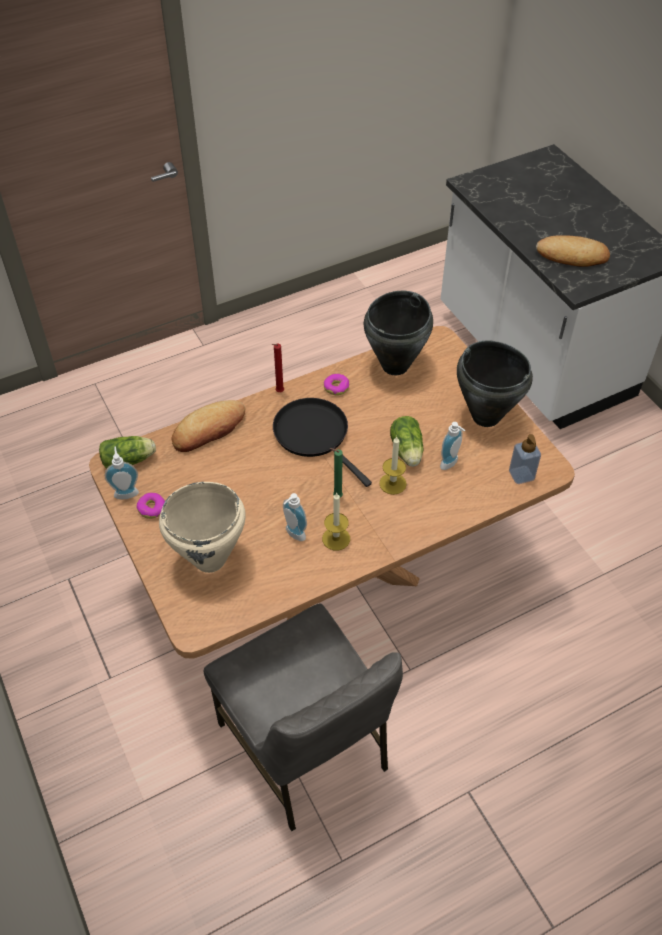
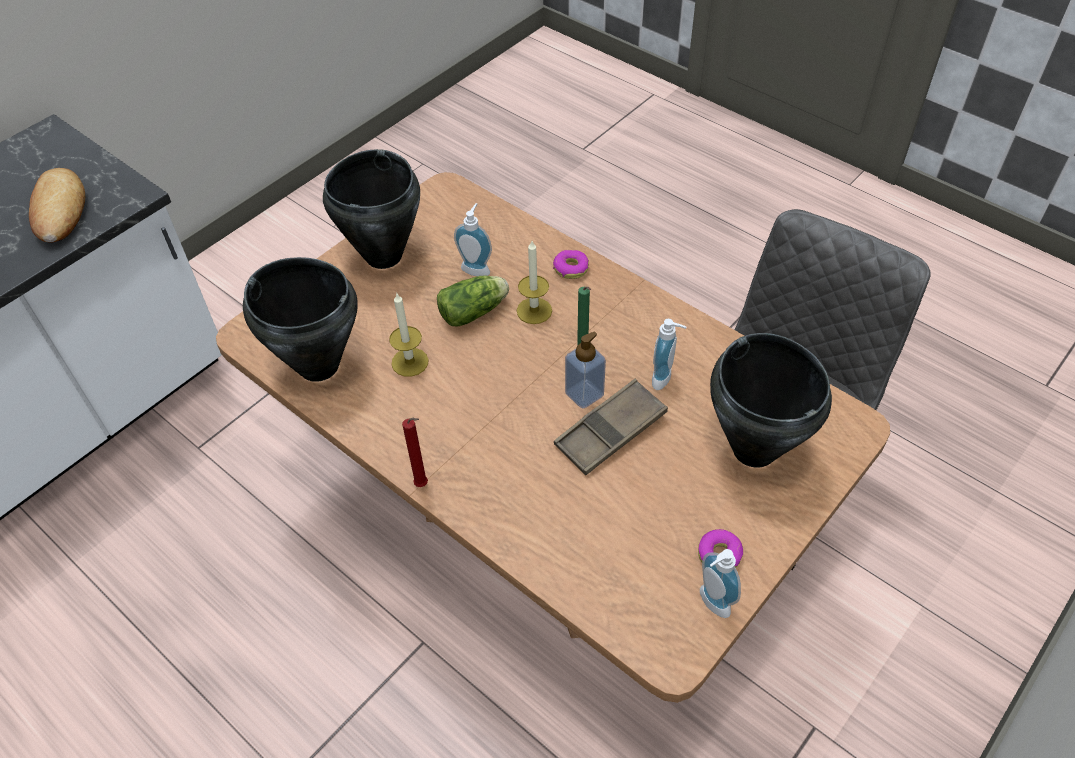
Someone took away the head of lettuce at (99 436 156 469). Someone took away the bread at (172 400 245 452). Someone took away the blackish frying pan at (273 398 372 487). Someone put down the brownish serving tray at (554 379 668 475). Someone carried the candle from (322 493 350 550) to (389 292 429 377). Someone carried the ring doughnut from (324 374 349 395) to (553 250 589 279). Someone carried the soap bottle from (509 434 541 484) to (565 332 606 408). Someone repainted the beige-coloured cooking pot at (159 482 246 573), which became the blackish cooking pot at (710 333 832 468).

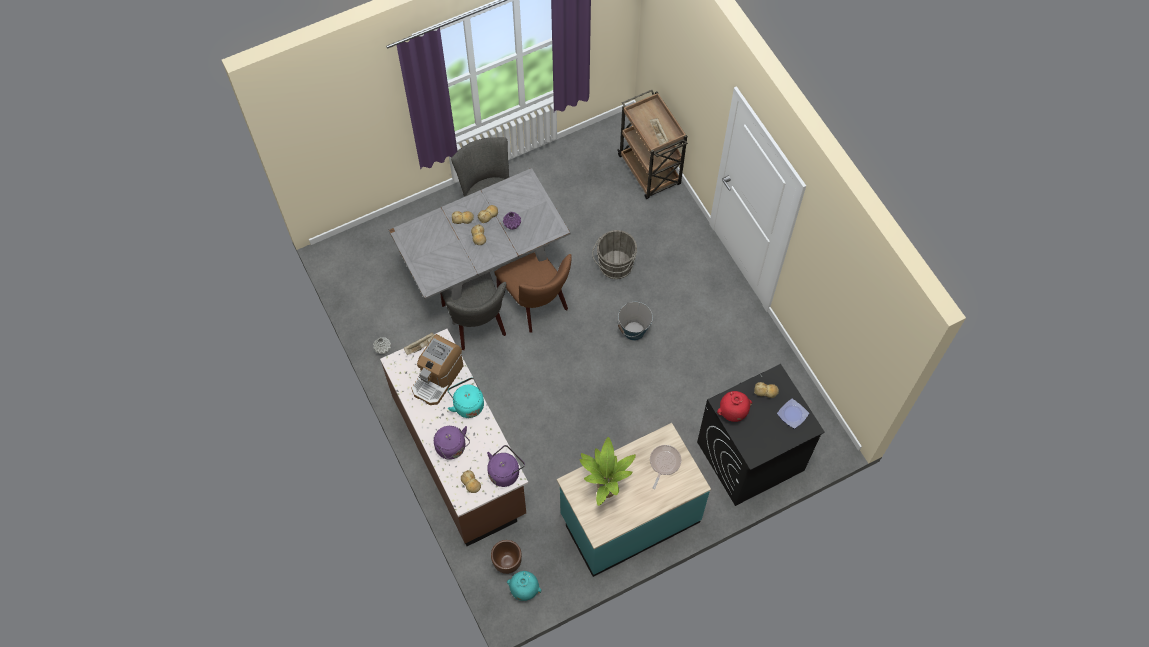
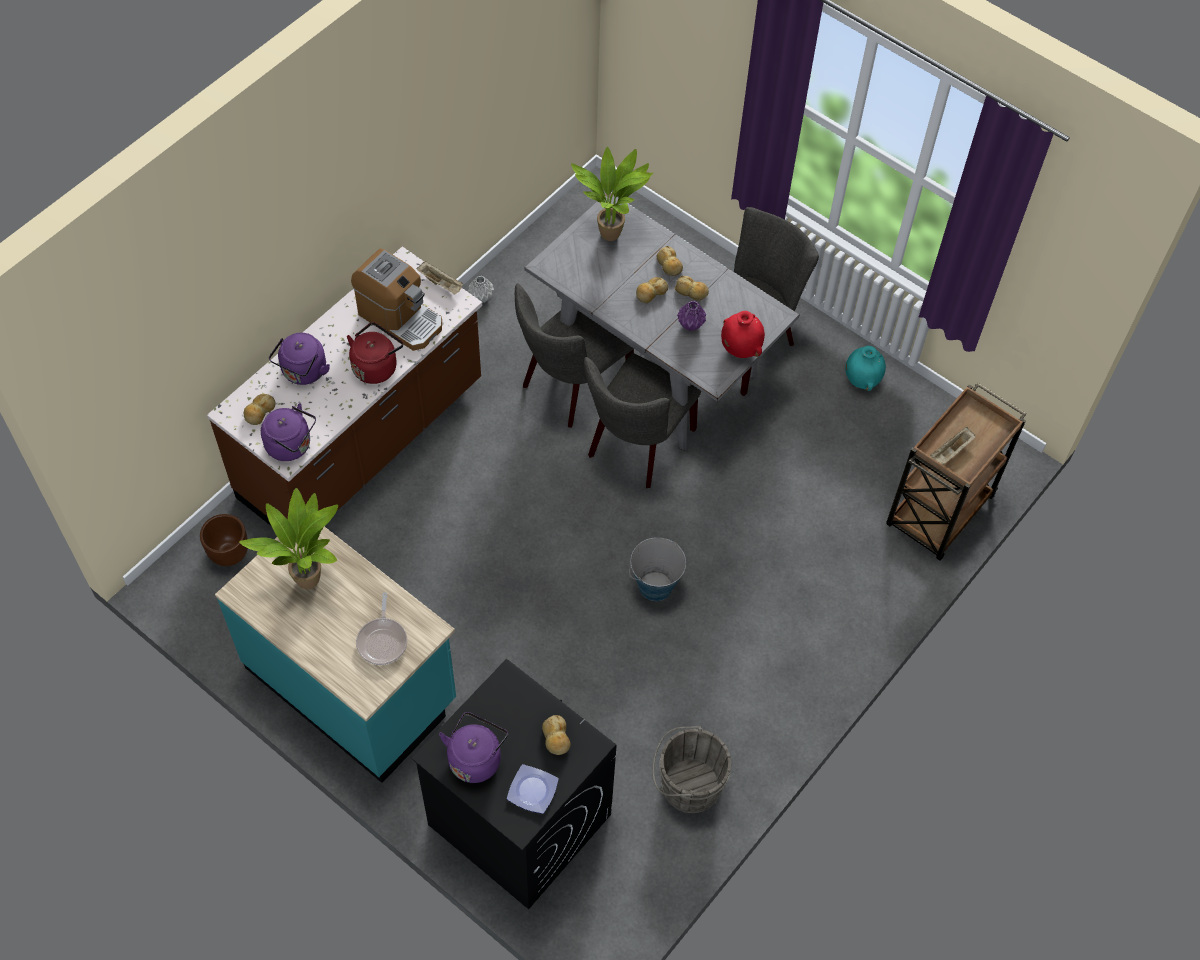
Someone put down the purplish kettle at (439 712 508 783). Someone put down the houseplant at (571 147 653 241). Someone carried the turquoise decorative vase from (507 571 541 601) to (845 346 886 391). Someone carried the gray pail from (592 230 637 279) to (652 726 731 813). Someone carried the reddish decorative vase from (717 391 752 422) to (721 311 765 358). Someone repainted the turquoise kettle at (448 377 484 418), which became the reddish kettle at (347 322 403 384). Someone repainted the brownish upright chair at (495 252 572 333), which became the gray upright chair at (584 353 701 488). Someone rotated the coffee maker at (411 334 463 405) by 150 degrees counterclockwise. Someone rotated the frying pan at (650 445 681 489) by 90 degrees clockwise.

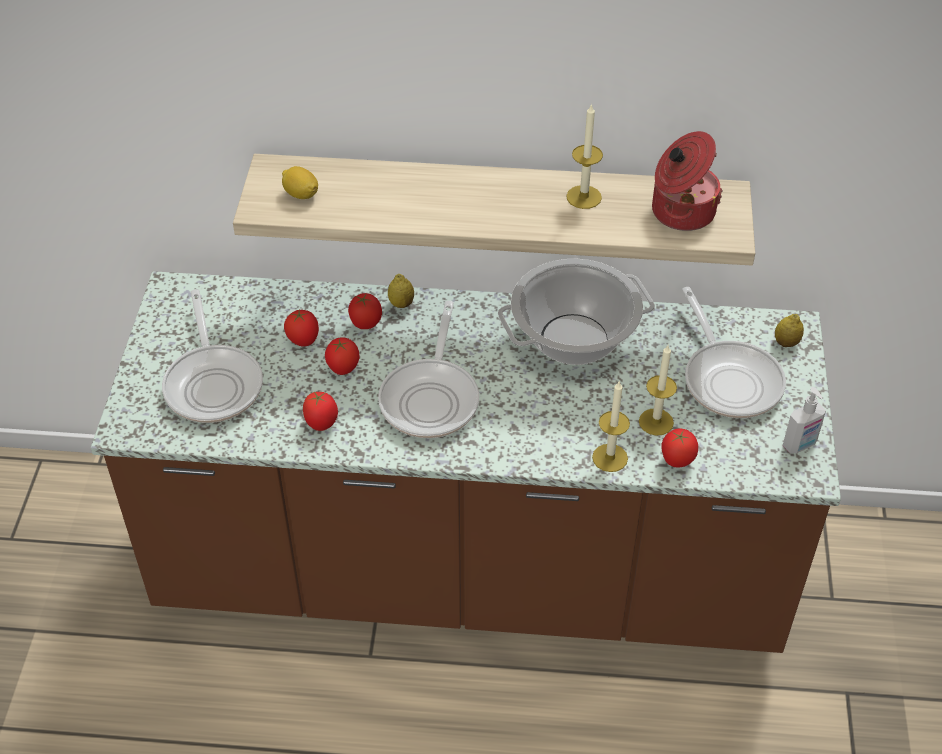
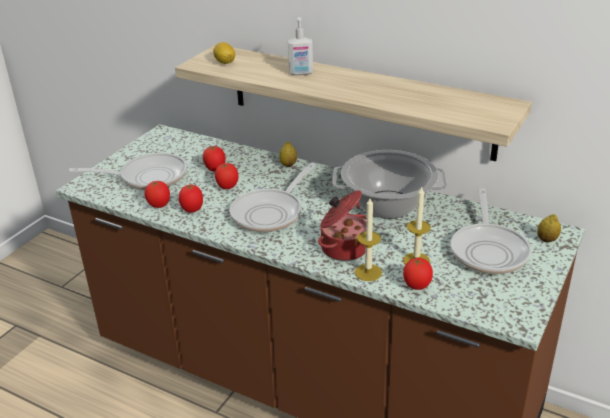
Someone took away the candle at (566 103 603 209). Someone carried the tomato from (348 293 382 329) to (145 181 170 208). Someone carried the cooking pot from (652 131 723 231) to (318 190 367 261). Someone carried the soap bottle from (783 387 826 453) to (288 17 313 75). Someone rotated the frying pan at (162 289 263 423) by 105 degrees counterclockwise.

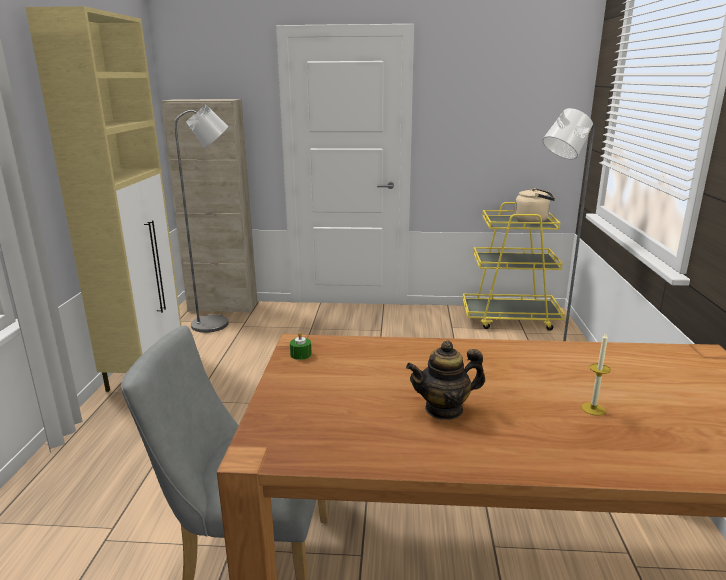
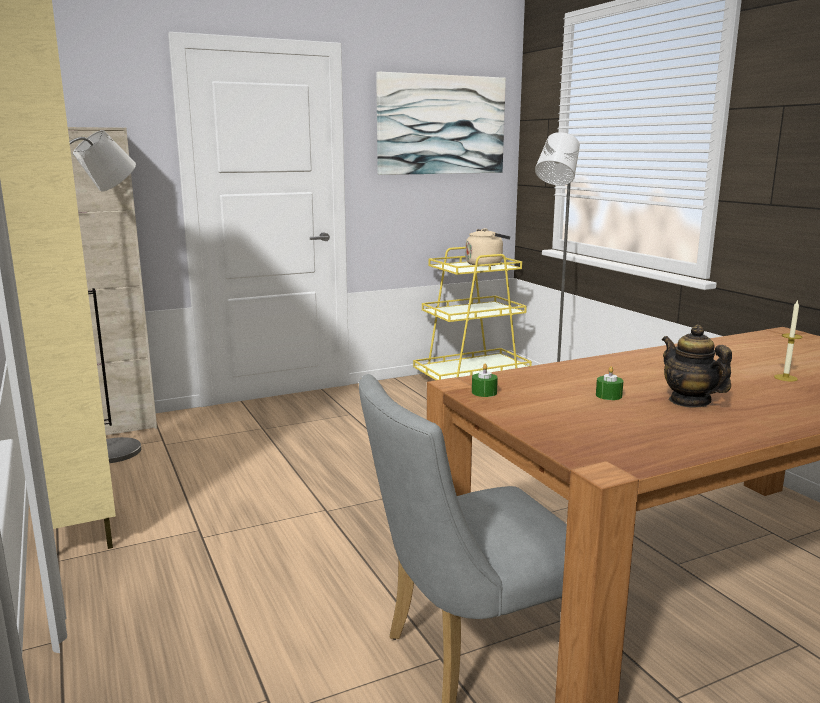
Someone put up the wall picture at (376 72 506 175). Someone put down the green candle at (596 366 624 400). Someone rotated the teapot at (406 341 485 420) by 105 degrees clockwise.

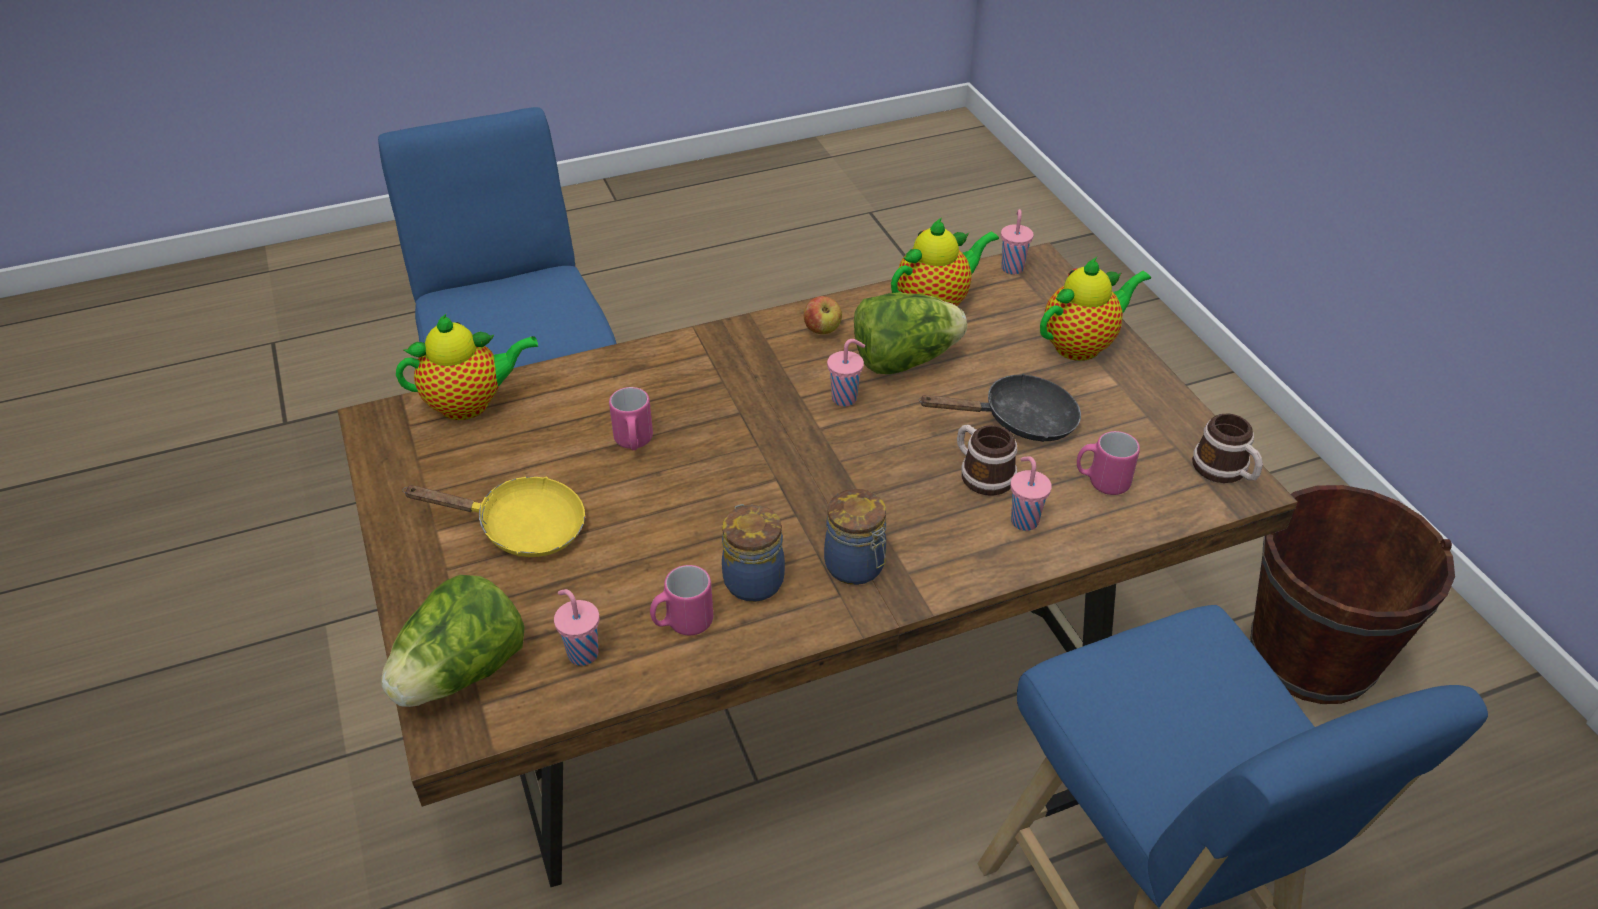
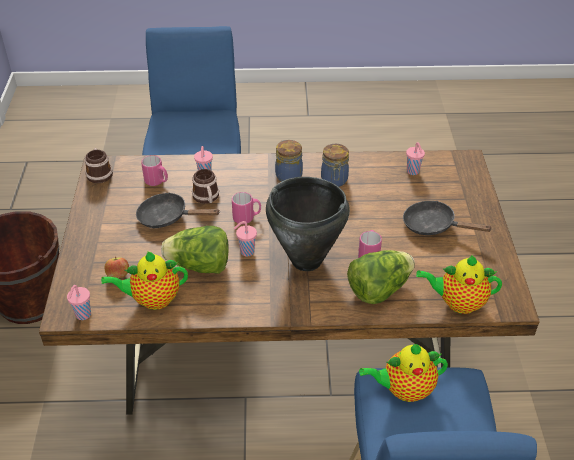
Someone put down the blackish cooking pot at (266 177 350 271). Someone carried the head of lettuce from (381 575 524 707) to (347 250 415 304). Someone carried the pink-coloured mug from (650 565 713 635) to (232 192 261 224). Someone carried the whole apple from (804 296 842 334) to (105 257 129 278). Someone carried the teapot from (1040 257 1151 361) to (359 344 448 402). Someone repainted the yellow frying pan at (403 476 585 557), which became the blackish frying pan at (403 201 493 235).

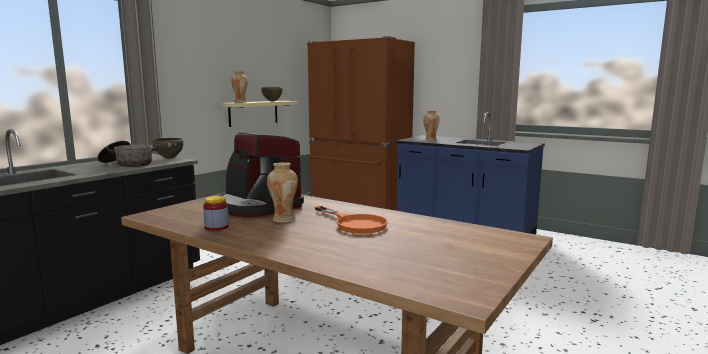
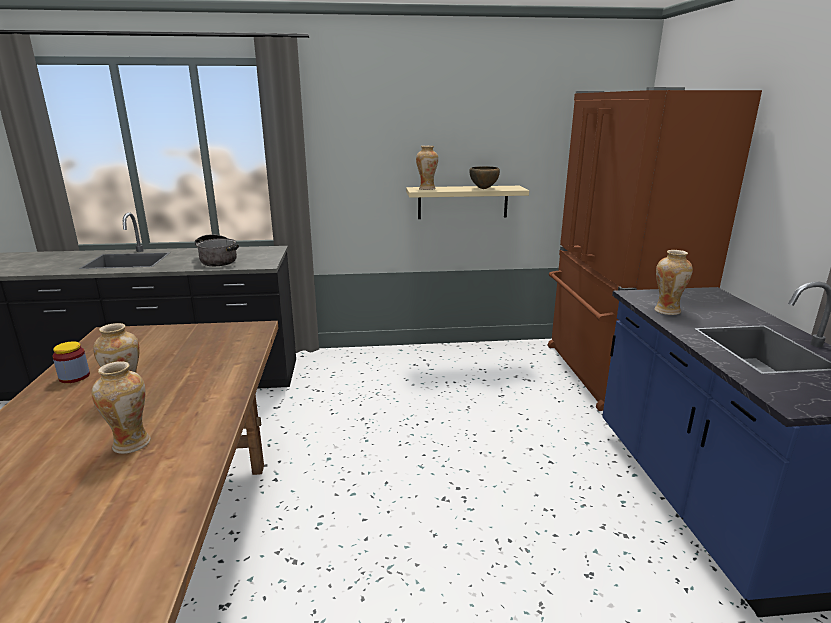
Someone took away the brownish serving bowl at (153 138 184 159). Someone took away the coffee maker at (217 132 304 217). Someone swapped the orangey frying pan at (315 206 388 234) for the decorative vase at (92 361 151 454).

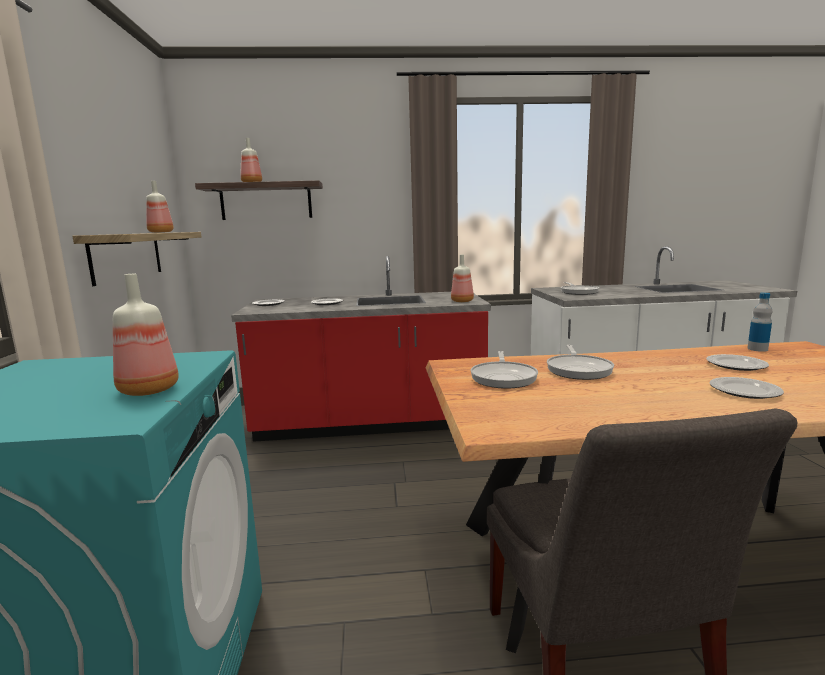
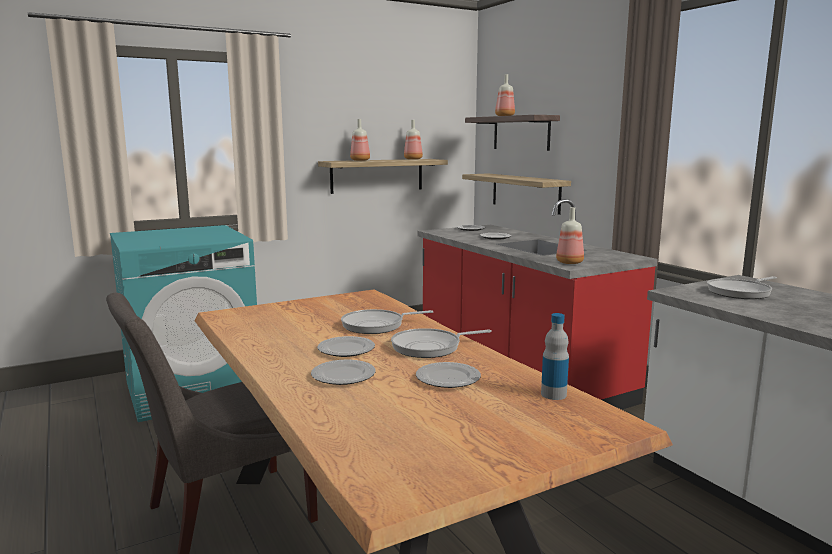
Someone put down the dinner plate at (317 336 375 357). Someone put up the wall shelf at (462 173 571 215). Someone carried the drink bottle from (113 274 179 396) to (350 119 370 161). Someone carried the frying pan from (471 351 538 389) to (391 328 492 358).

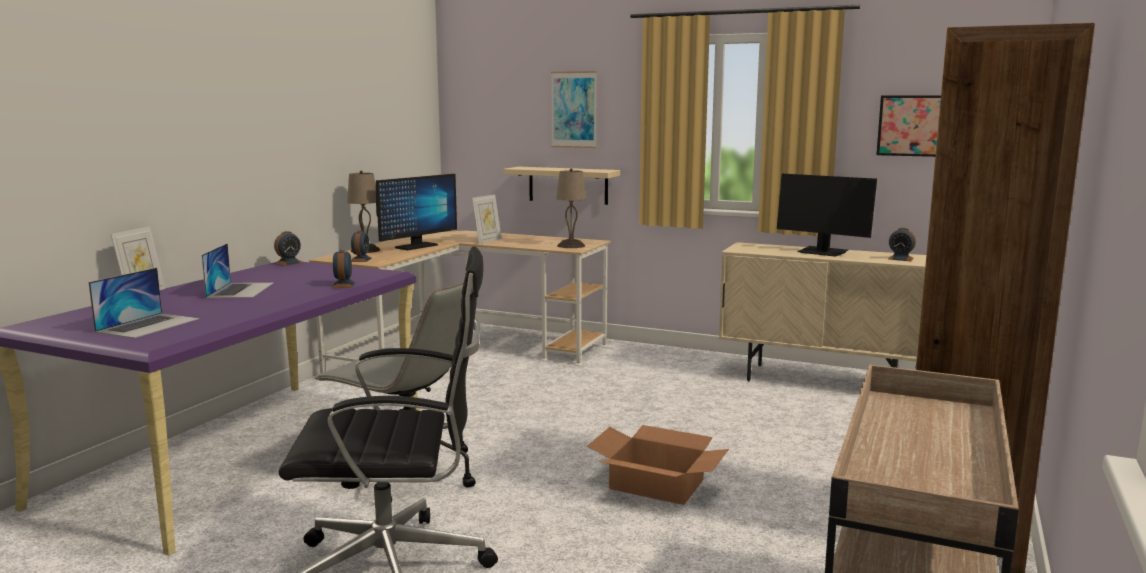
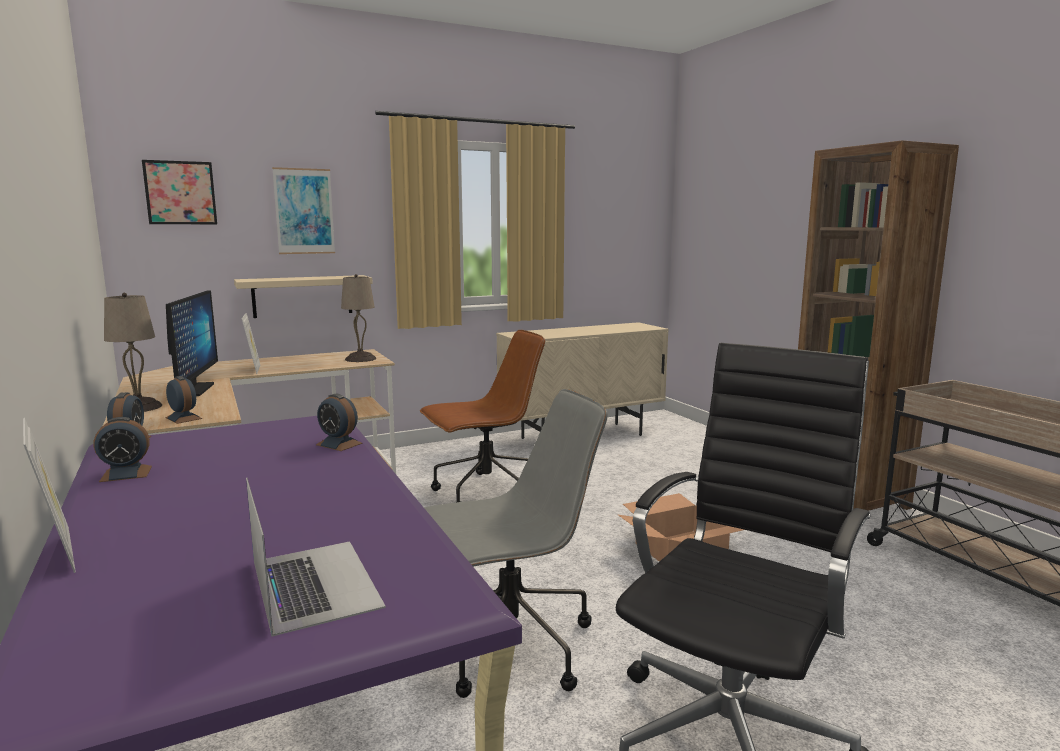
Someone took away the notebook computer at (202 243 274 298). Someone took away the monitor at (777 174 877 257). Someone put down the brownish computer chair at (420 330 545 502). Someone carried the wall picture from (876 95 941 157) to (142 160 217 224). Someone carried the table clock from (889 228 916 261) to (94 417 152 482).

